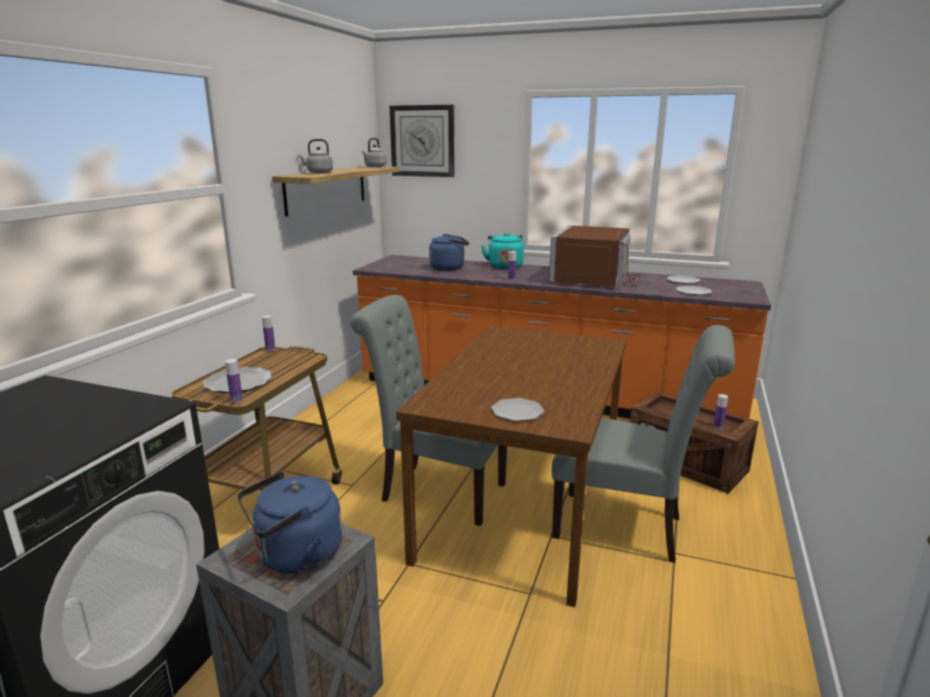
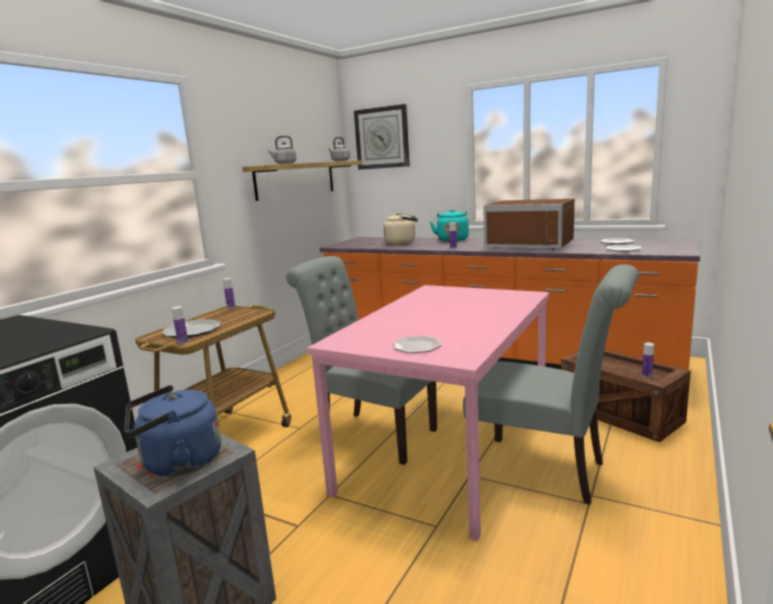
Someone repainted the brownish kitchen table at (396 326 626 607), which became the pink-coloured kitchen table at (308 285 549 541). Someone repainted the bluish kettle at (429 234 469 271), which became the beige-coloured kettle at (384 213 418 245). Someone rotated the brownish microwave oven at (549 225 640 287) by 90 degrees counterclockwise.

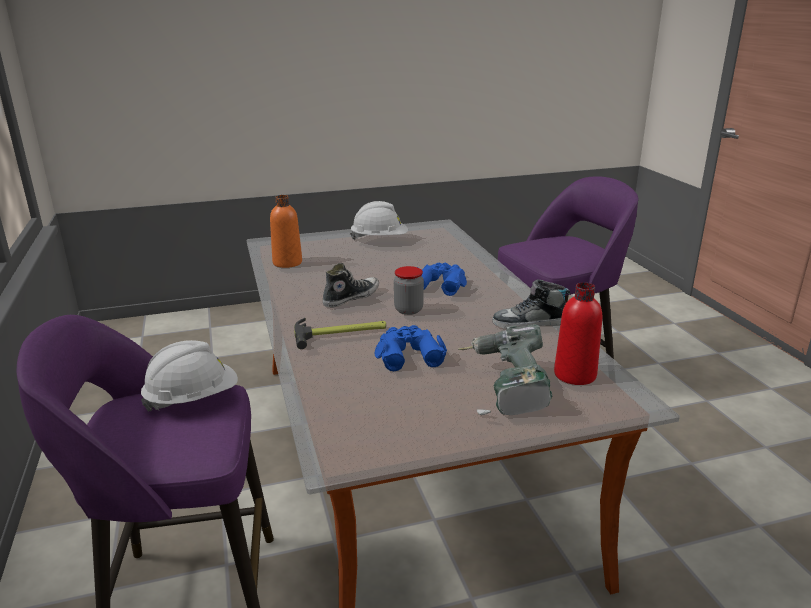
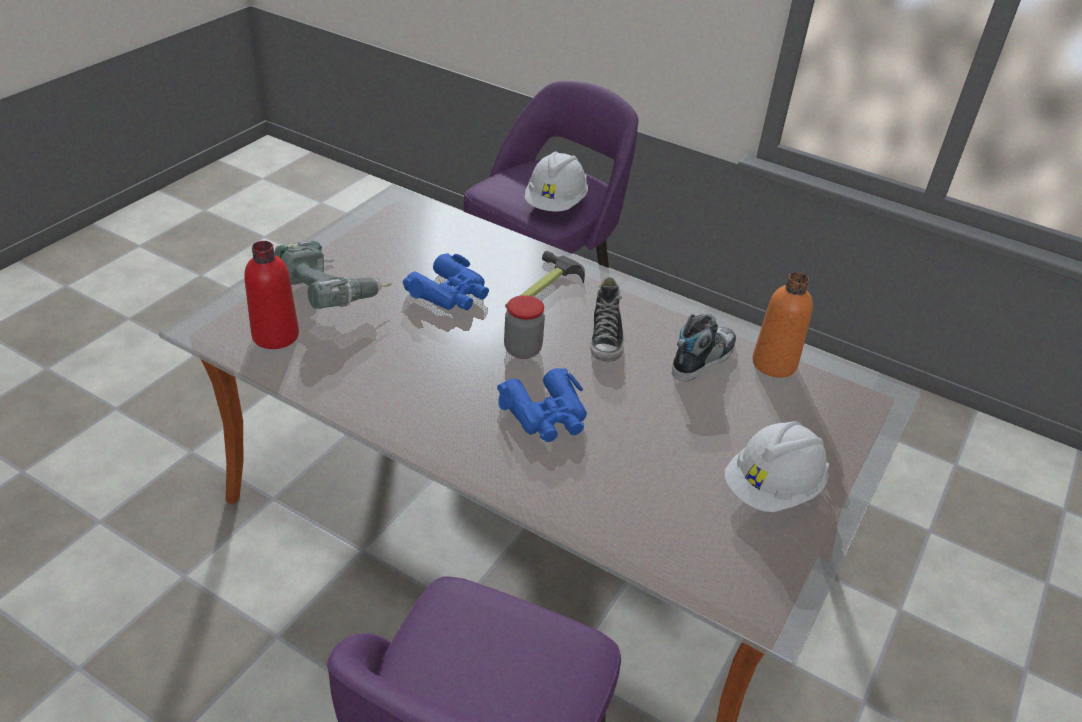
Someone carried the item of footwear from (492 280 570 329) to (672 314 736 381).

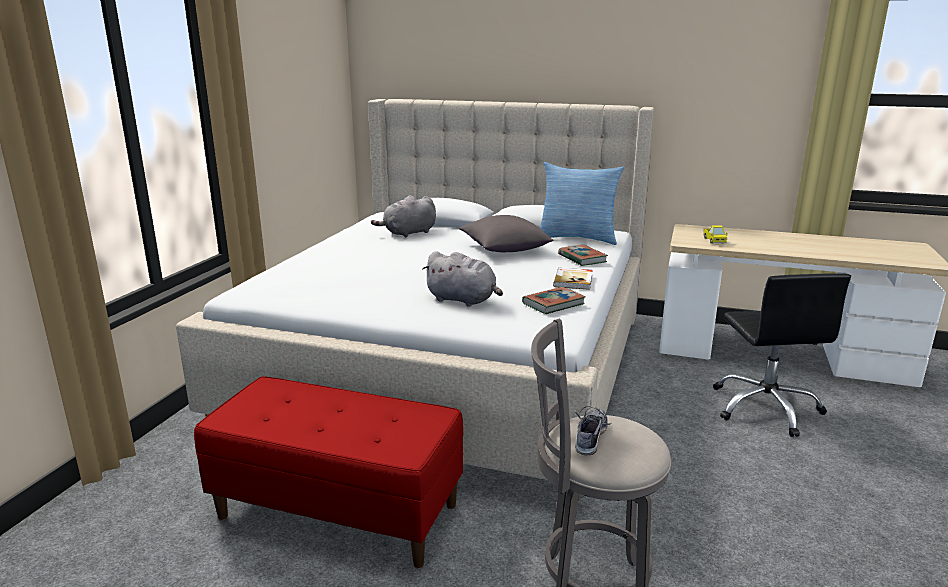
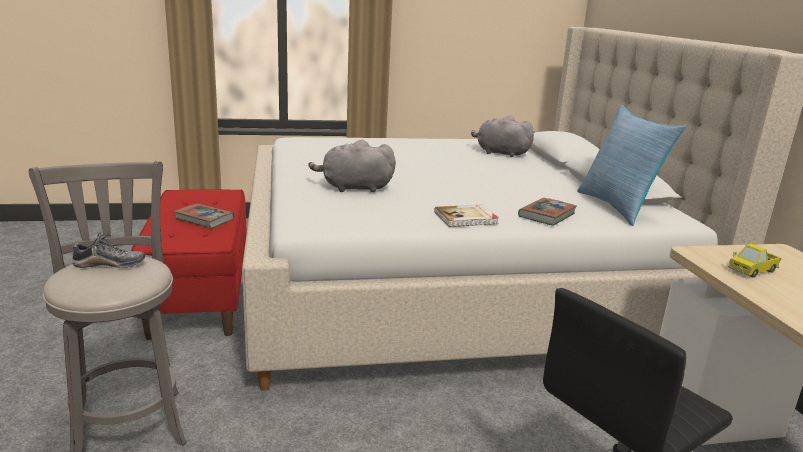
Someone took away the gray cushion at (459 215 554 252). Someone carried the bound book from (522 287 585 314) to (174 203 234 228). Someone rotated the gray soft toy at (422 251 503 306) by 90 degrees clockwise.

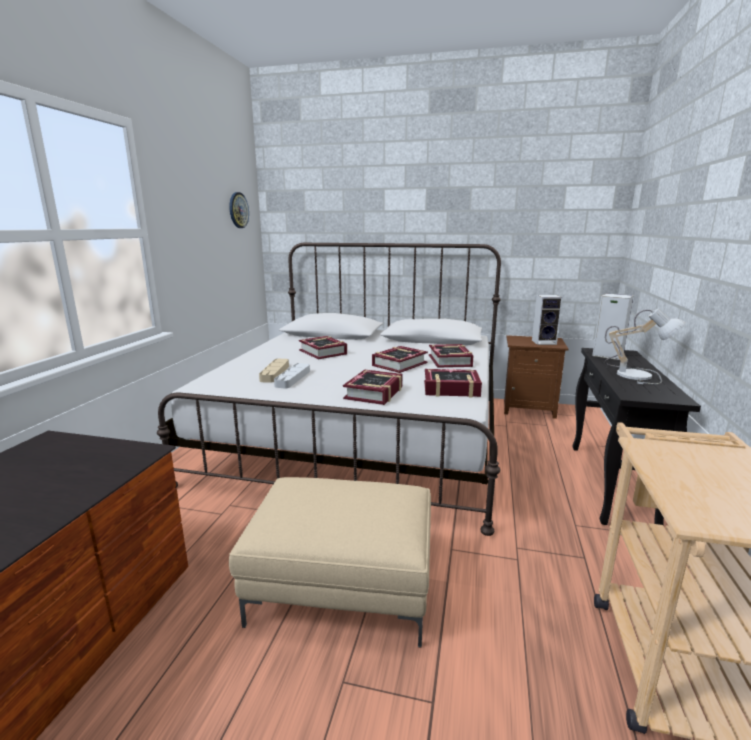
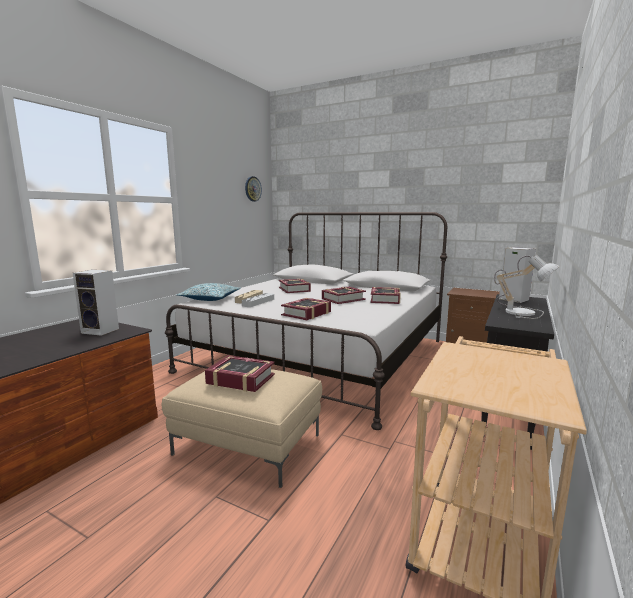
Someone put down the cushion at (177 283 241 301). Someone carried the bound book from (424 369 482 397) to (205 355 275 392). Someone carried the loudspeaker from (532 295 562 345) to (73 270 119 336).

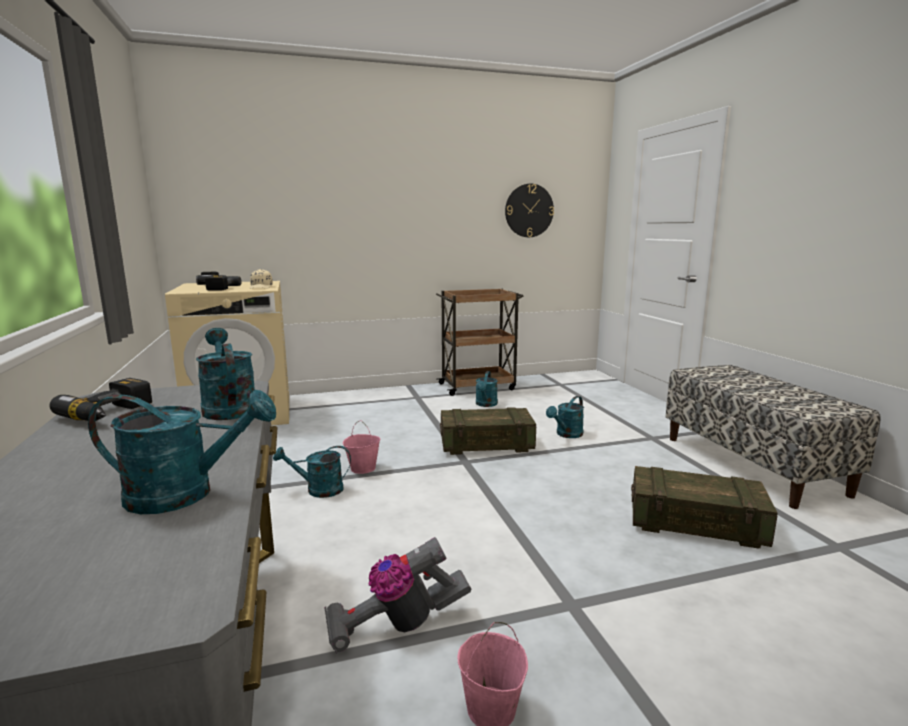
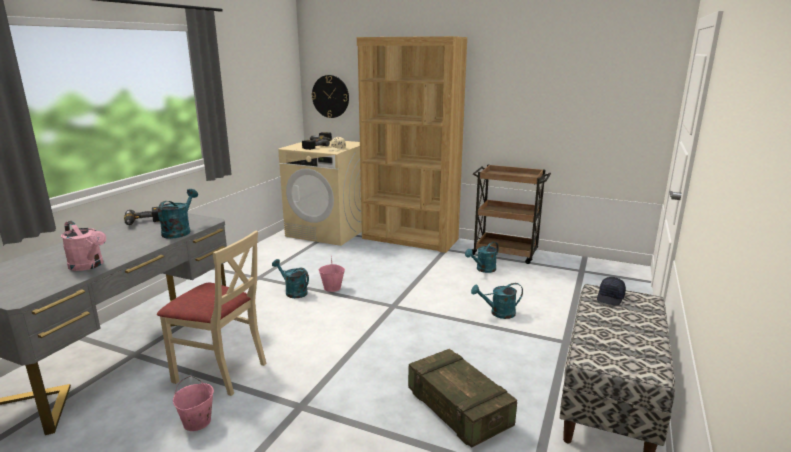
Someone took away the packing crate at (440 407 536 455). Someone put down the brownish bookcase at (357 36 467 253). Someone put down the blackish baseball cap at (597 277 626 306). Someone carried the hanging clock from (505 184 554 237) to (311 75 349 118). Someone swapped the hoover at (324 537 471 654) for the beige-coloured upright chair at (157 231 267 396). Someone repainted the turquoise watering pot at (88 390 276 514), which became the pink-coloured watering pot at (61 221 106 271).

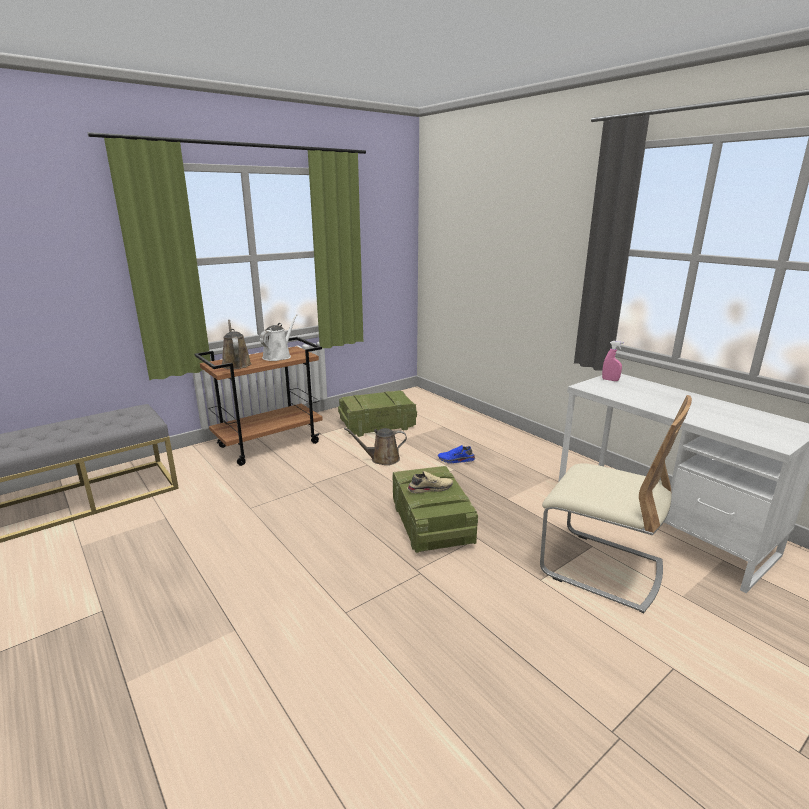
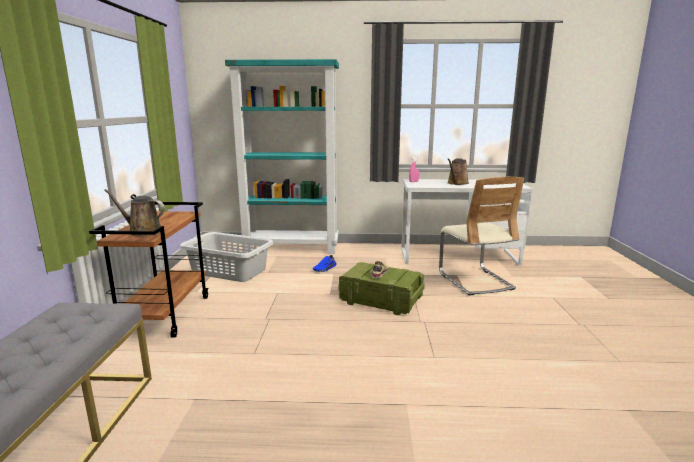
Someone took away the white-coloured watering pot at (260 314 298 361). Someone put down the turquoise bookcase at (225 59 339 254). Someone carried the brownish watering pot from (344 428 407 465) to (447 158 469 185). Someone swapped the packing crate at (338 390 417 437) for the gray hamper at (180 232 274 282). Someone rotated the beige-coloured upright chair at (540 395 692 614) by 90 degrees clockwise.

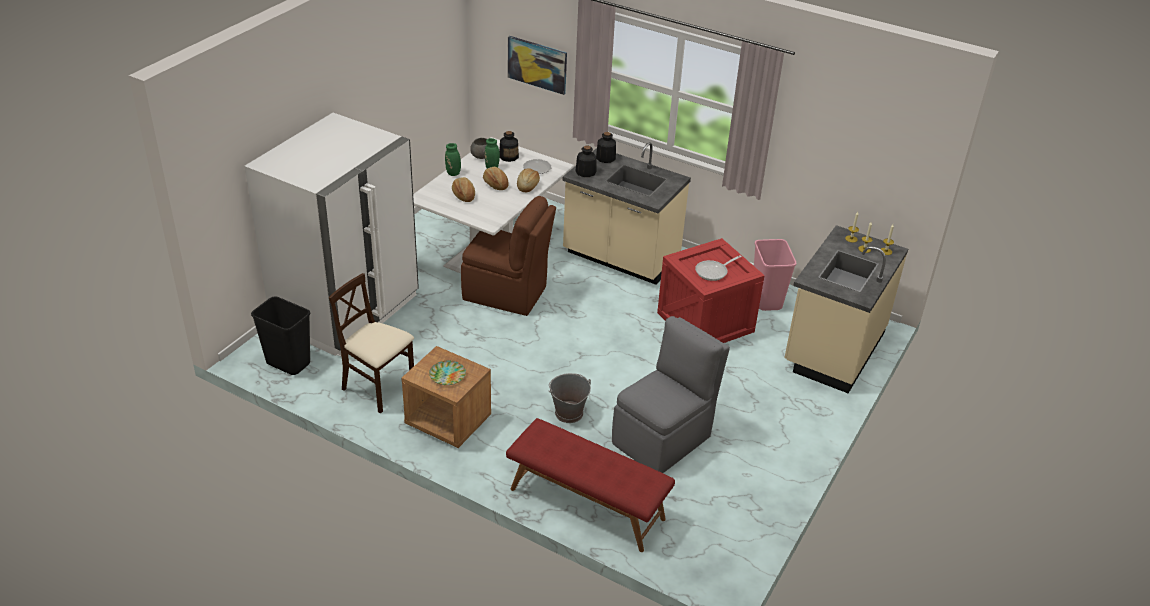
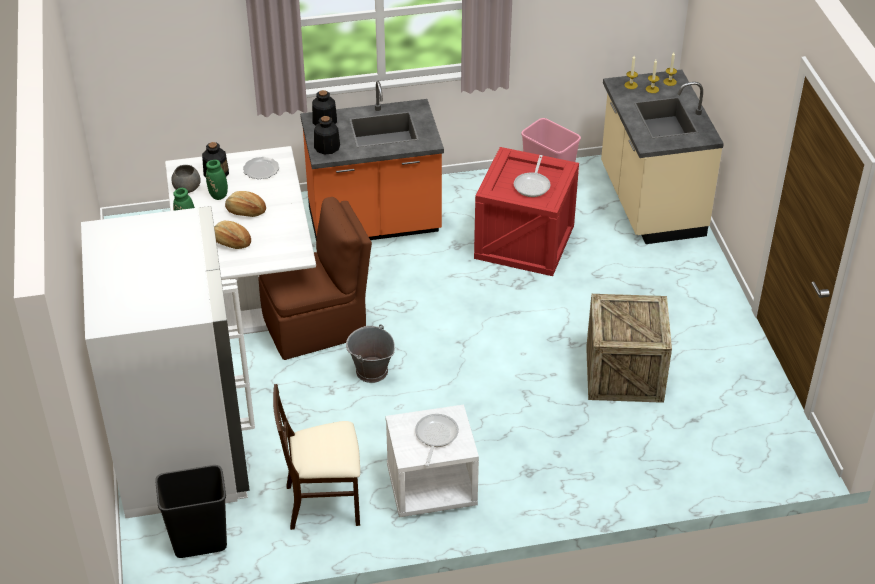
Someone took away the reddish indoor bench at (506 418 675 552). Someone took away the wall picture at (508 36 567 95). Someone took away the bread at (517 168 540 192). Someone carried the gray pail from (548 373 591 423) to (346 324 395 383). Someone swapped the dinner plate at (429 360 466 385) for the frying pan at (415 414 459 466). Someone swapped the gray upright chair at (612 316 730 473) for the packing crate at (586 294 672 403). Someone repainted the brownish bedside table at (401 346 491 448), which became the white-coloured bedside table at (386 405 479 517). Someone repainted the beige-coloured counter at (562 142 691 285), which became the orangey counter at (300 81 444 240).

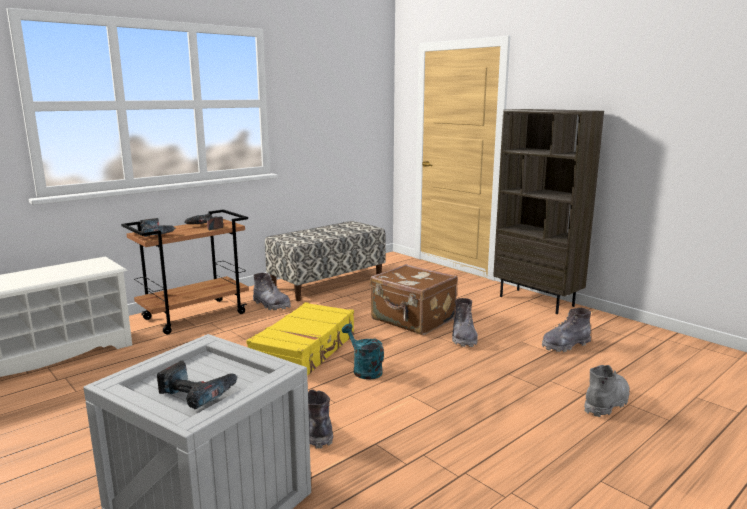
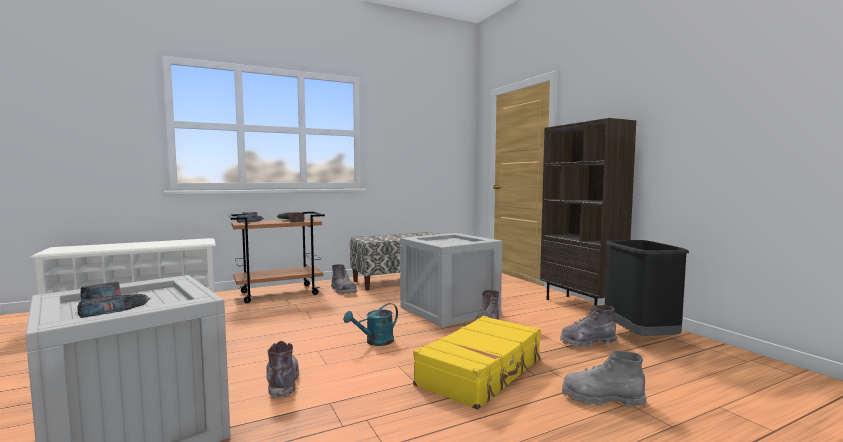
Someone put down the blackish waste bin at (605 240 689 336). Someone carried the yellow travel case from (246 302 355 375) to (413 316 541 410). Someone swapped the brownish travel case at (370 264 458 335) for the packing crate at (400 233 502 328). Someone rotated the turquoise watering pot at (342 324 384 380) by 105 degrees counterclockwise. Someone rotated the gray high-top boot at (584 365 630 417) by 135 degrees counterclockwise.

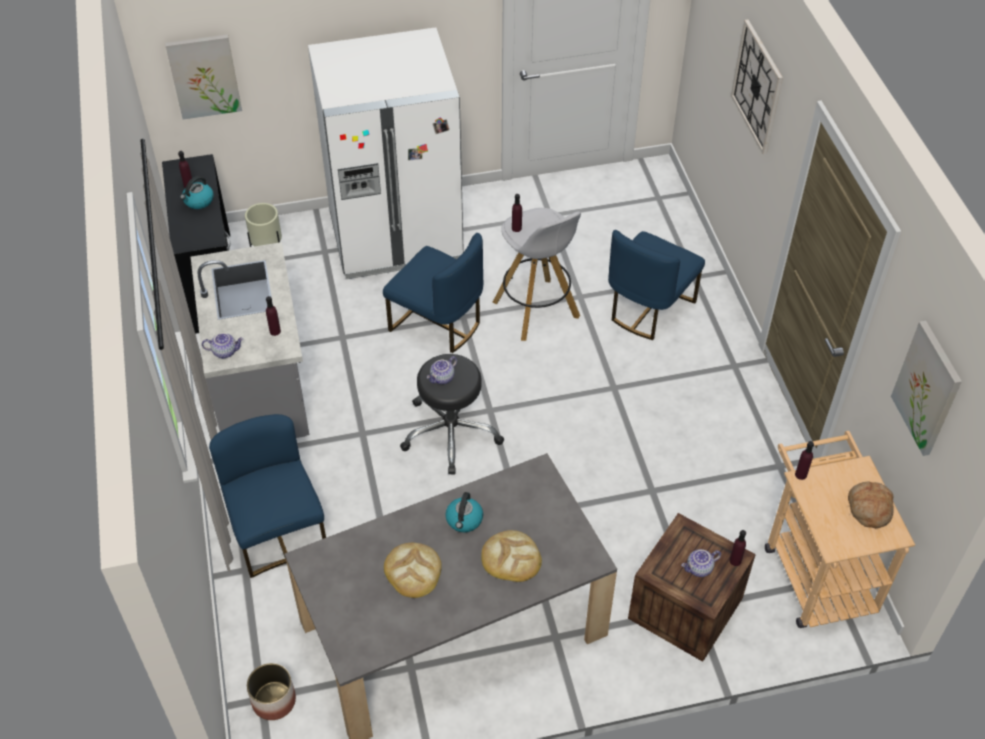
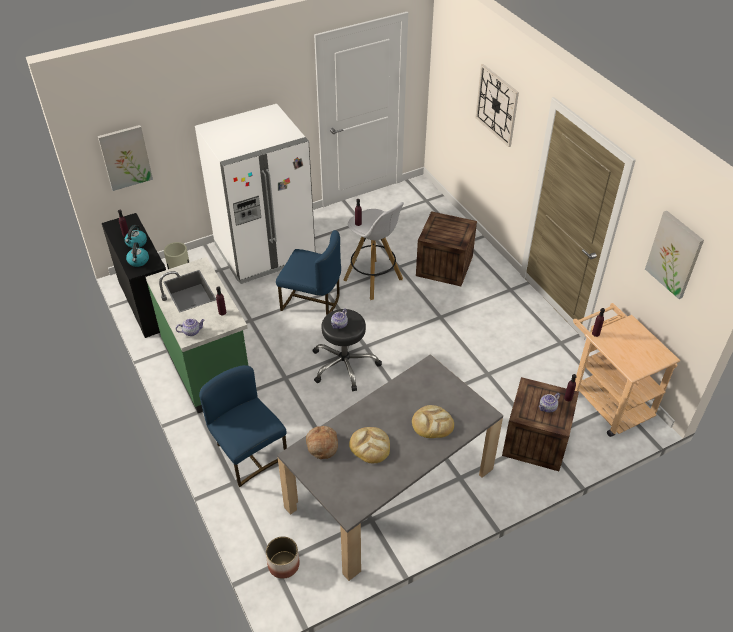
Someone carried the kettle from (445 492 483 532) to (126 242 149 267). Someone carried the bread from (848 481 894 528) to (306 426 338 459). Someone swapped the bluish upright chair at (608 230 705 340) for the packing crate at (416 211 477 286). Someone repainted the gray counter at (191 242 309 438), which became the green counter at (146 257 248 413).

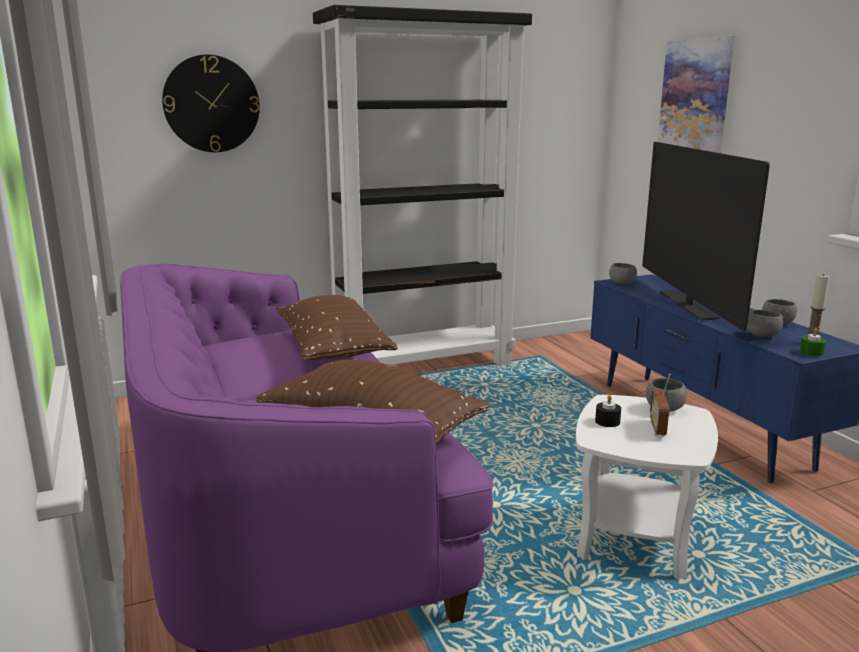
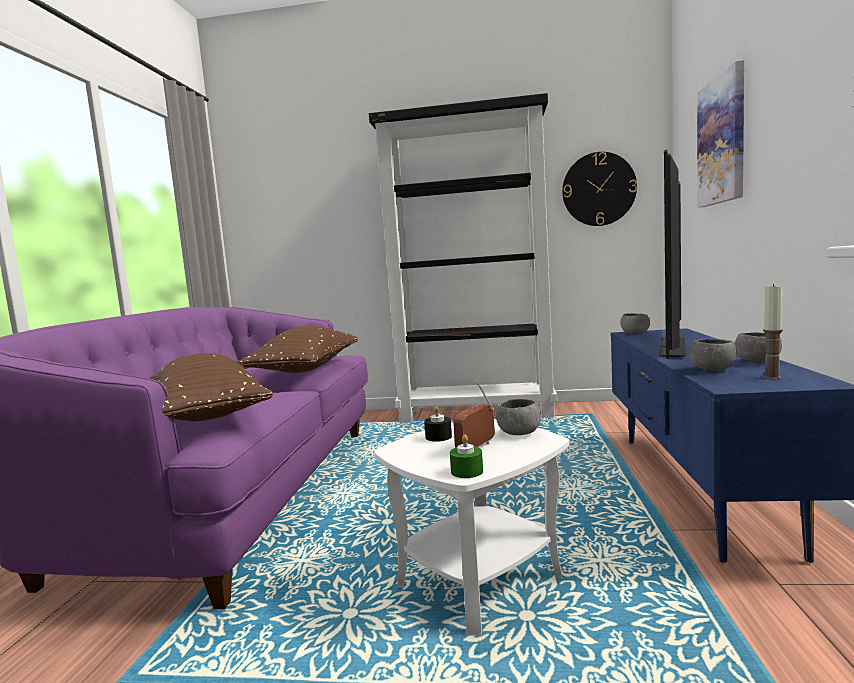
Someone carried the hanging clock from (162 55 260 152) to (562 152 637 226). Someone carried the green candle from (799 328 826 357) to (450 434 483 478).

